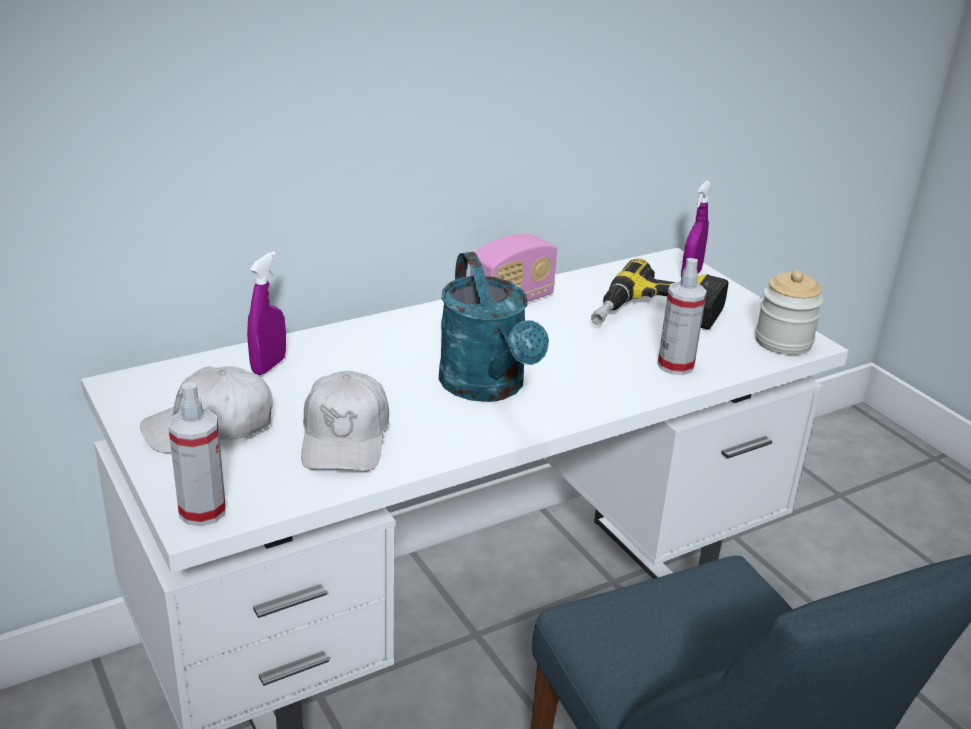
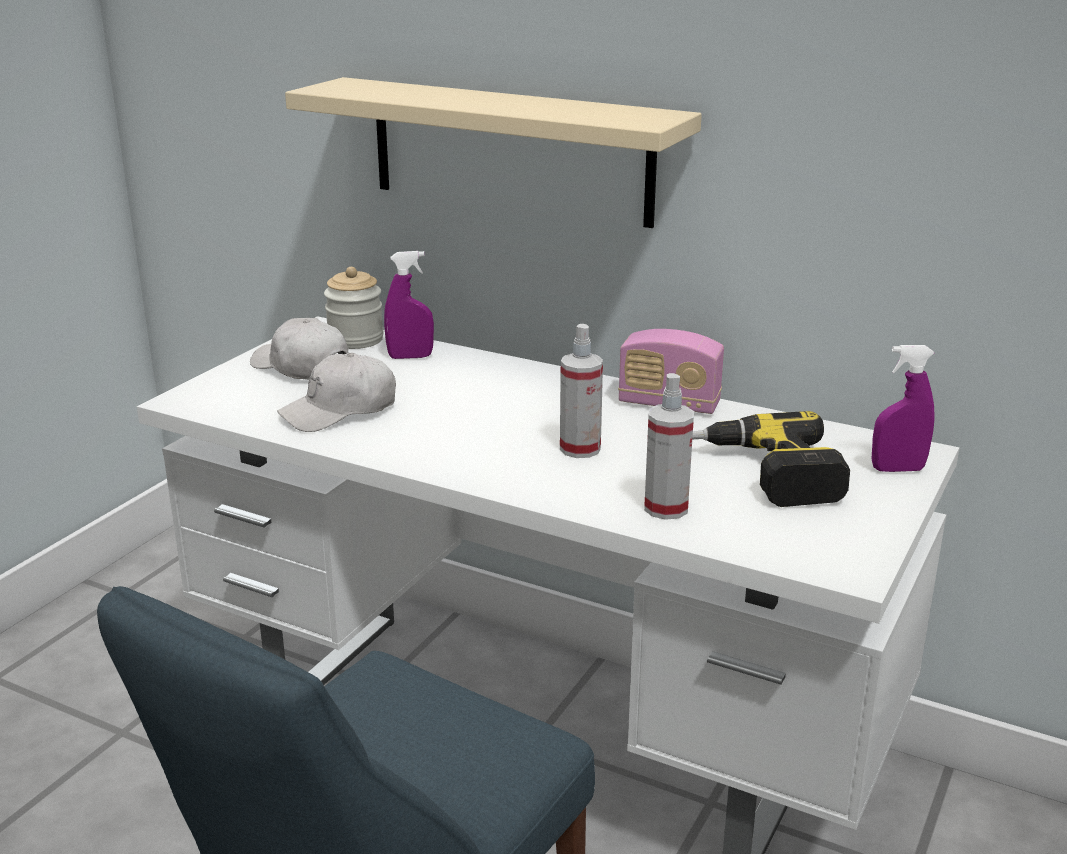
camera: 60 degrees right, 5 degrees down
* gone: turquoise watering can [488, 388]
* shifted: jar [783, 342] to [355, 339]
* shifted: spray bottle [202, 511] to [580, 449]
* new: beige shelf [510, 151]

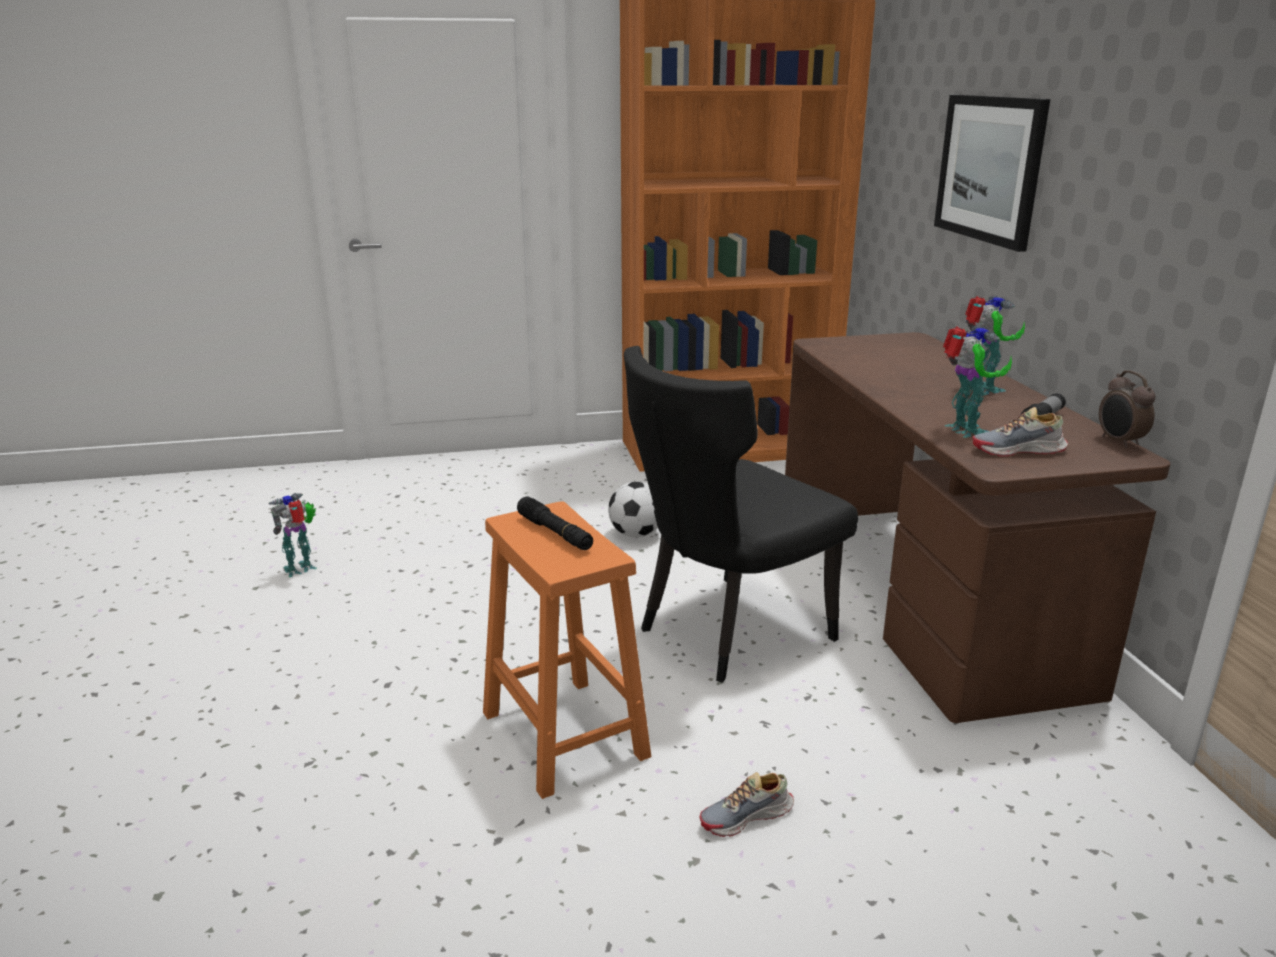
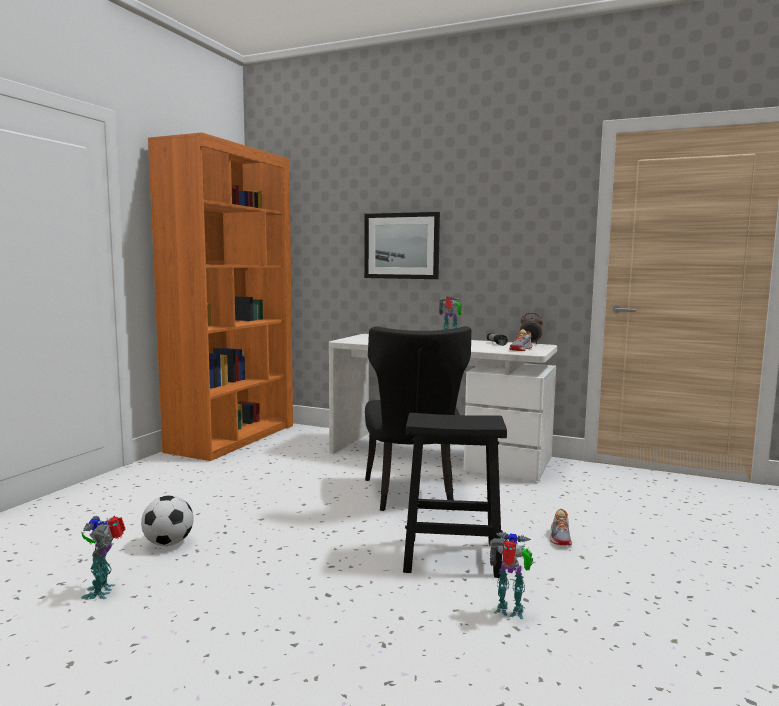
camera: 55 degrees left, 15 degrees down
* shifted: toy robot [964, 431] to [511, 612]
* repainted: brown desk [921, 595] to white desk [439, 455]
* shifted: football [636, 534] to [168, 543]
* gone: black flashlight [555, 533]
* repainted: orange stool [566, 736] to black stool [454, 556]

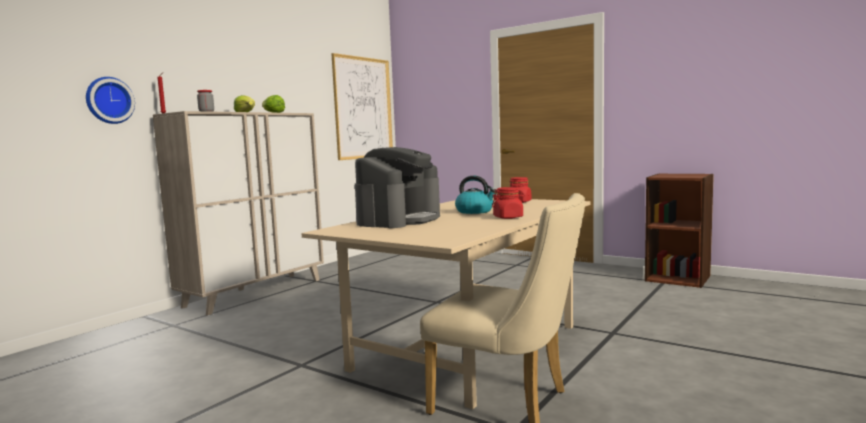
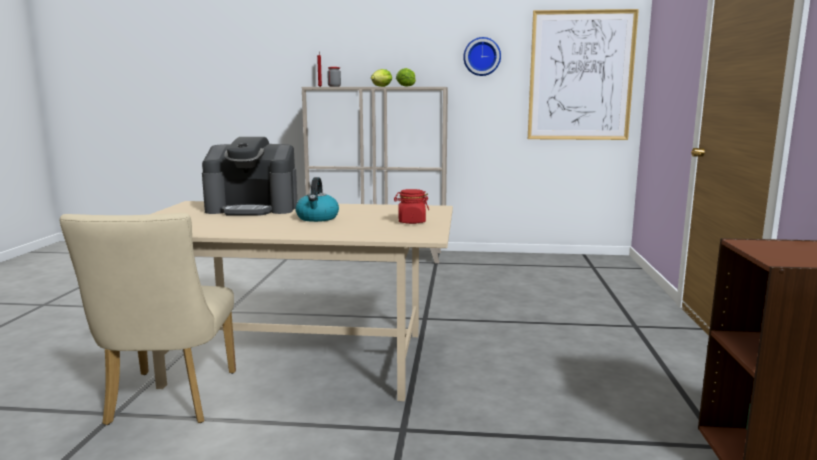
camera: 60 degrees right, 5 degrees up
* shifted: wall clock [109, 100] to [482, 56]
* gone: red jar [508, 217]

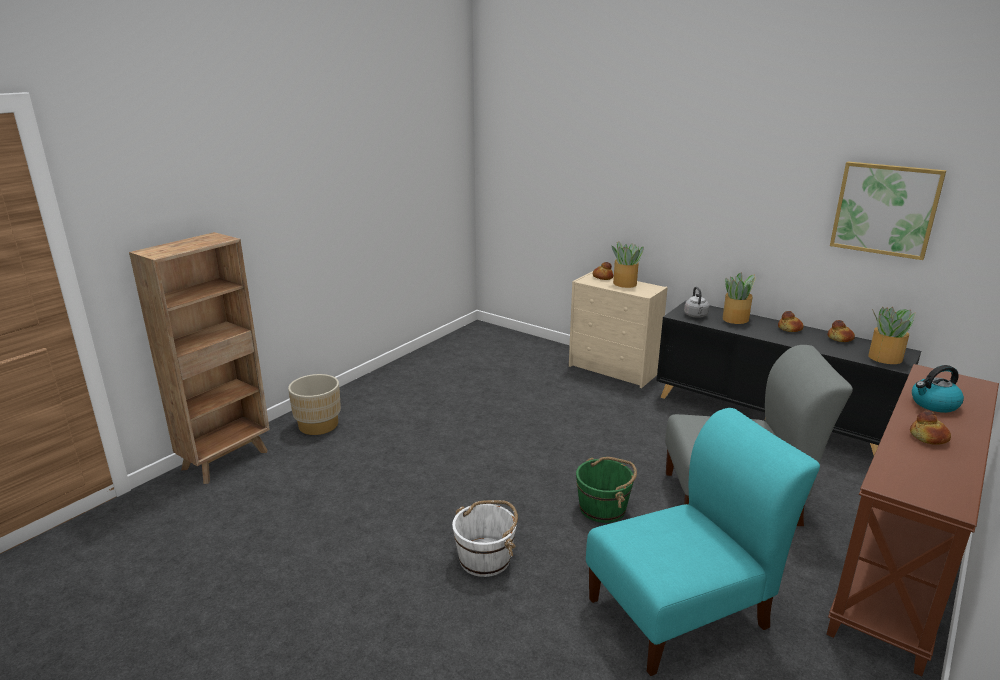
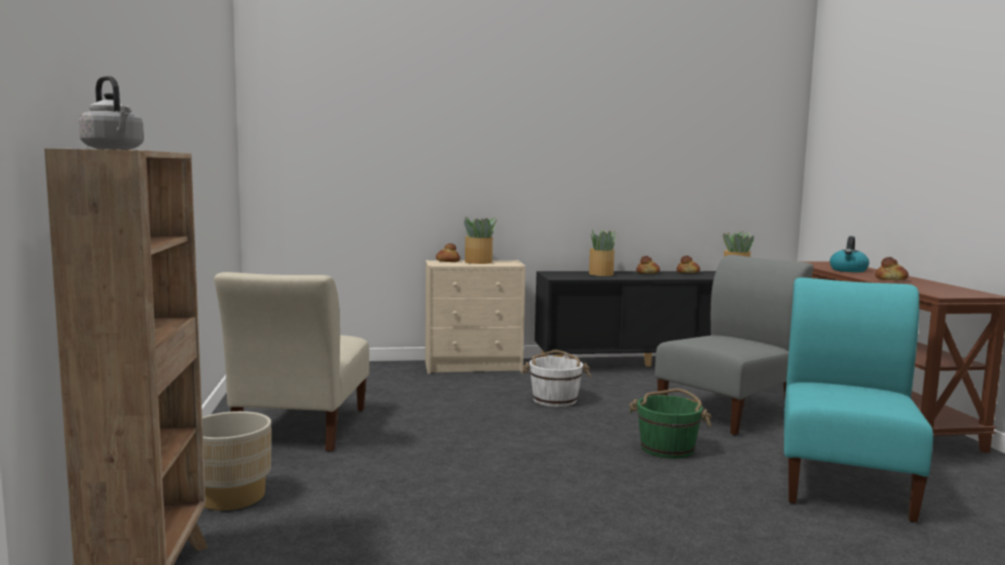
camera: 45 degrees left, 15 degrees down
* gone: picture [885, 209]
* shifted: grey kettle [696, 316] to [114, 149]
* shifted: white bucket [485, 558] to [555, 400]
* new: beige chair [300, 429]

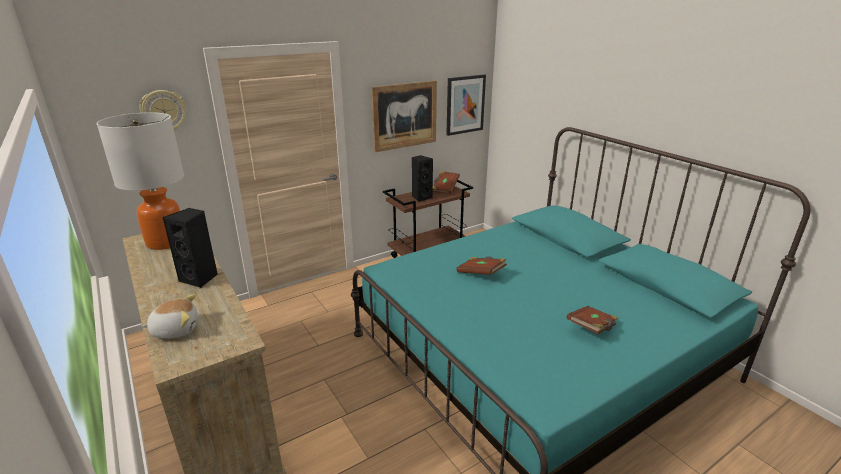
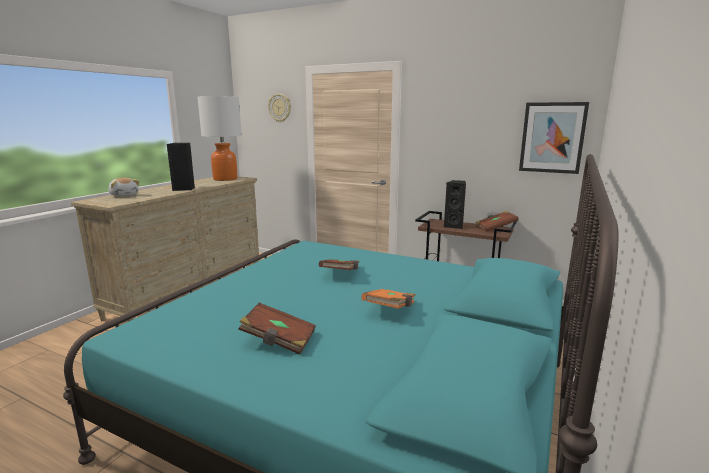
camera: 60 degrees right, 10 degrees down
* gone: picture [404, 115]
* new: orange book [390, 309]

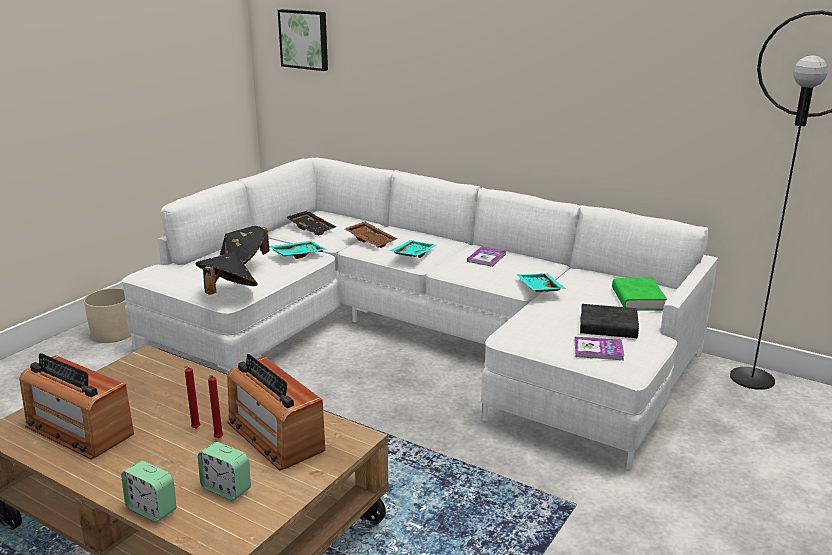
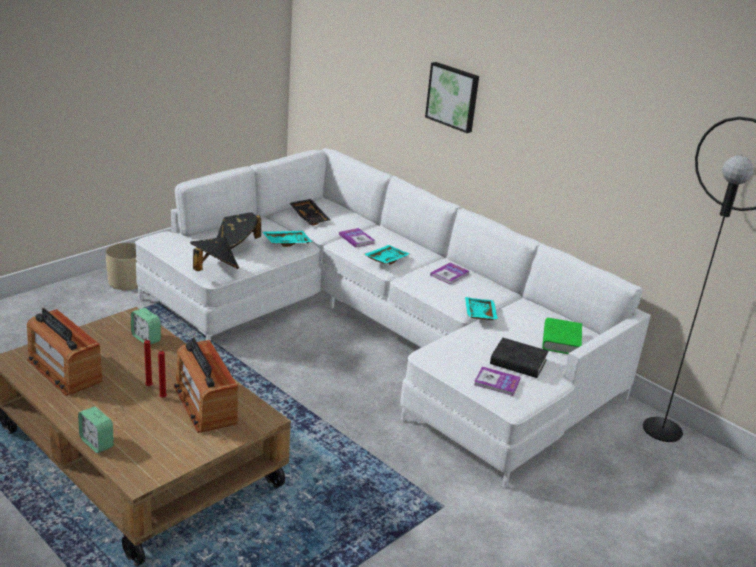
camera: 10 degrees right, 5 degrees up
* shifted: picture [305, 39] to [453, 96]
* swapped: brown tray [371, 240] to book [356, 239]
* shifted: alarm clock [226, 489] to [146, 338]

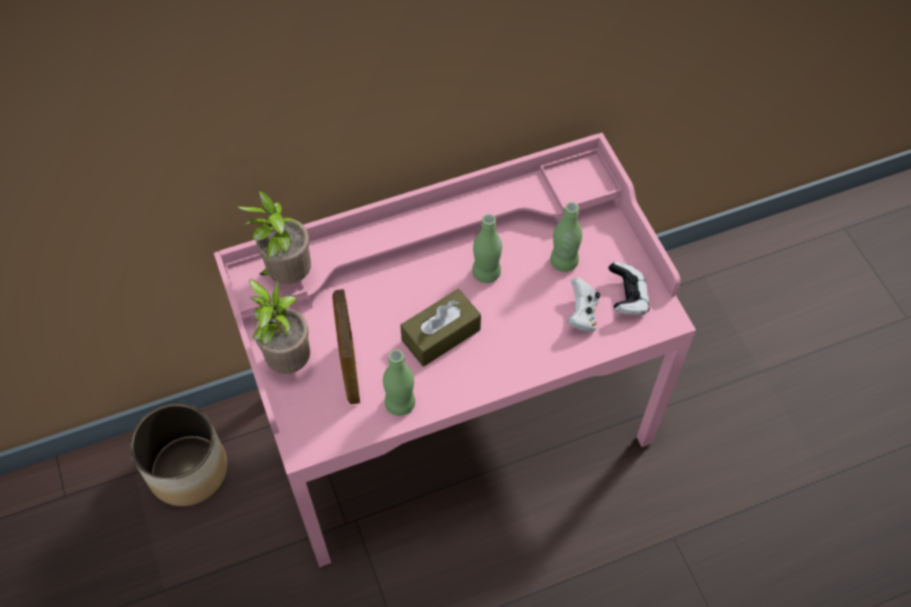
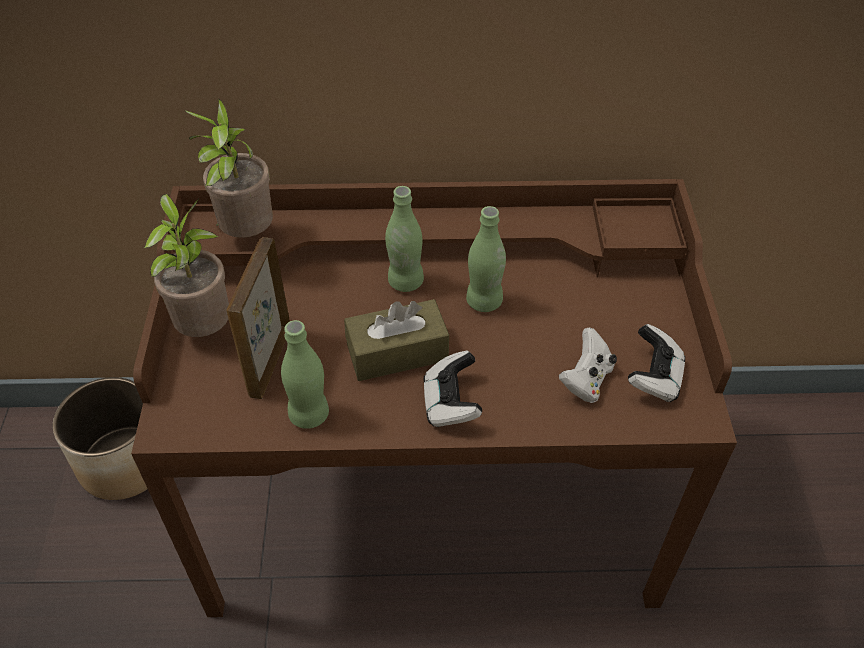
camera: 20 degrees right, 10 degrees down
* repainted: pink desk [454, 417] to brown desk [432, 499]
* shifted: green bottle [563, 262] to [405, 282]
* new: game controller [451, 403]

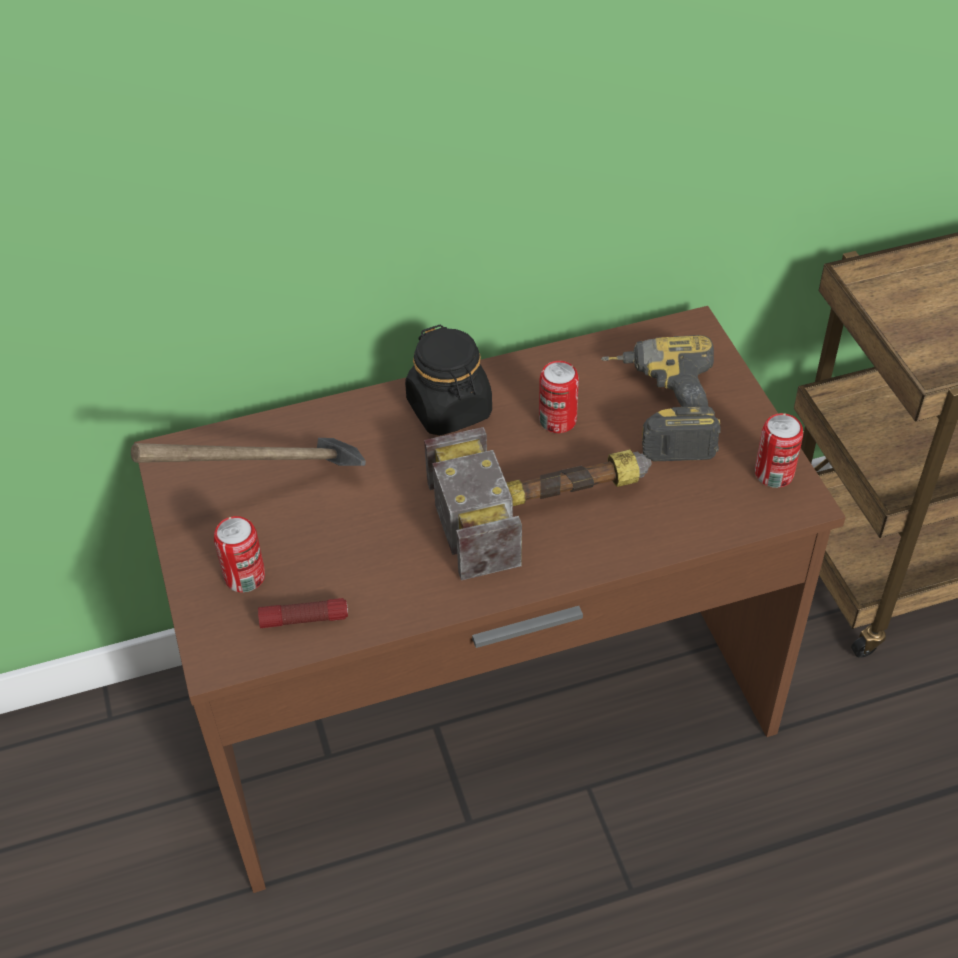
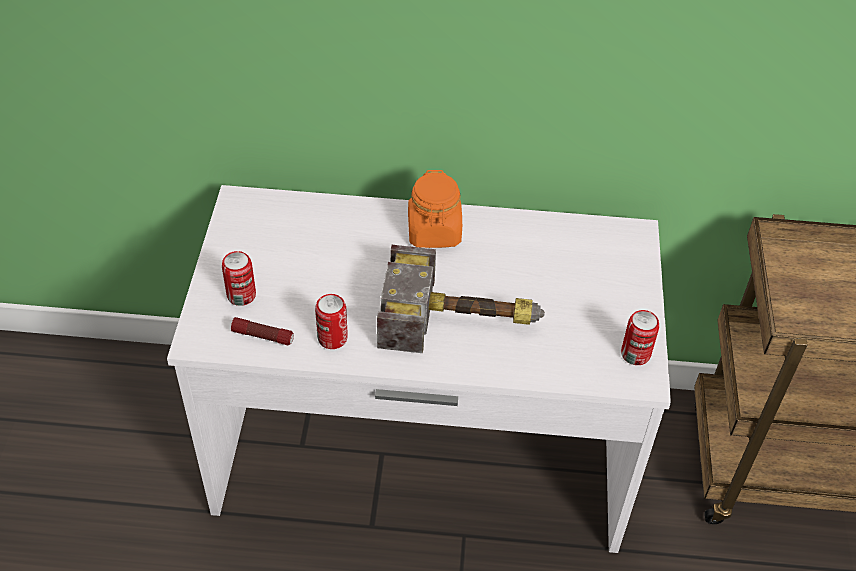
camera: 20 degrees right, 0 degrees up
* repainted: brown desk [486, 708] to white desk [421, 455]
* repainted: black jar [450, 409] to orange jar [434, 232]
* gone: power drill [658, 411]
* shifted: can [557, 420] to [332, 338]
* gone: hammer [270, 501]

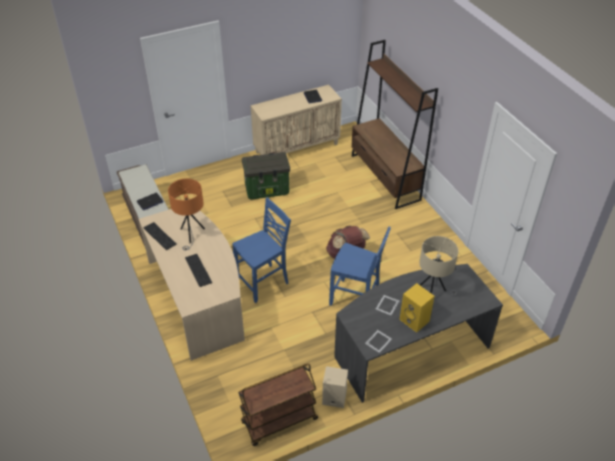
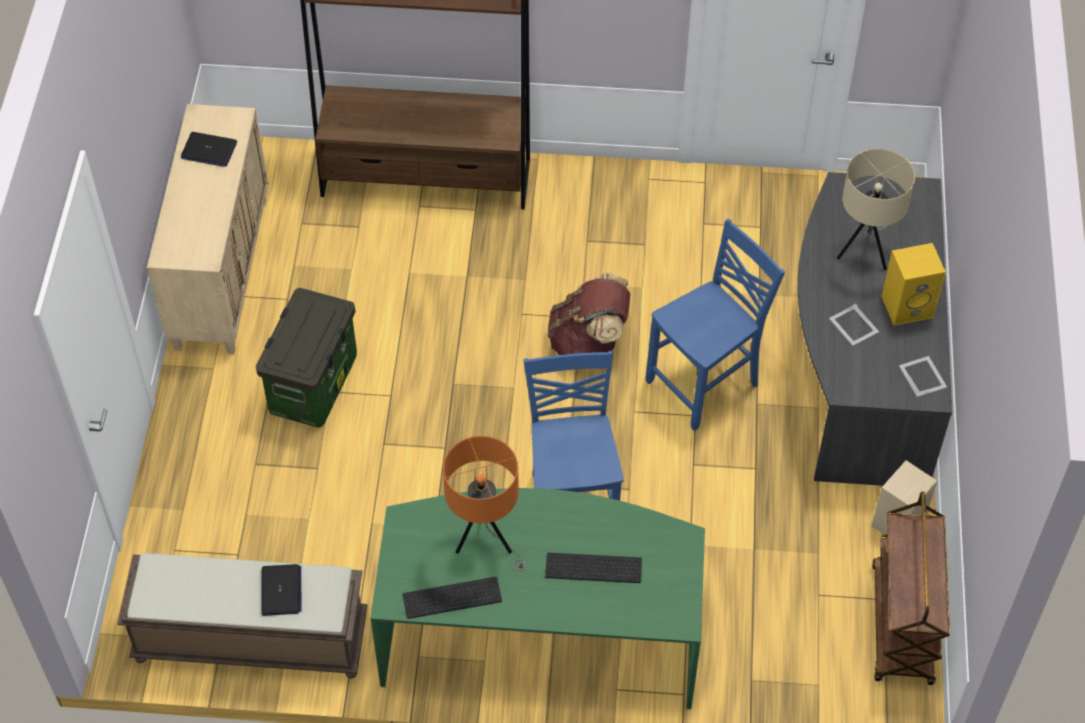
camera: 60 degrees left, 10 degrees up
* repainted: beige desk [198, 298] to green desk [541, 634]

